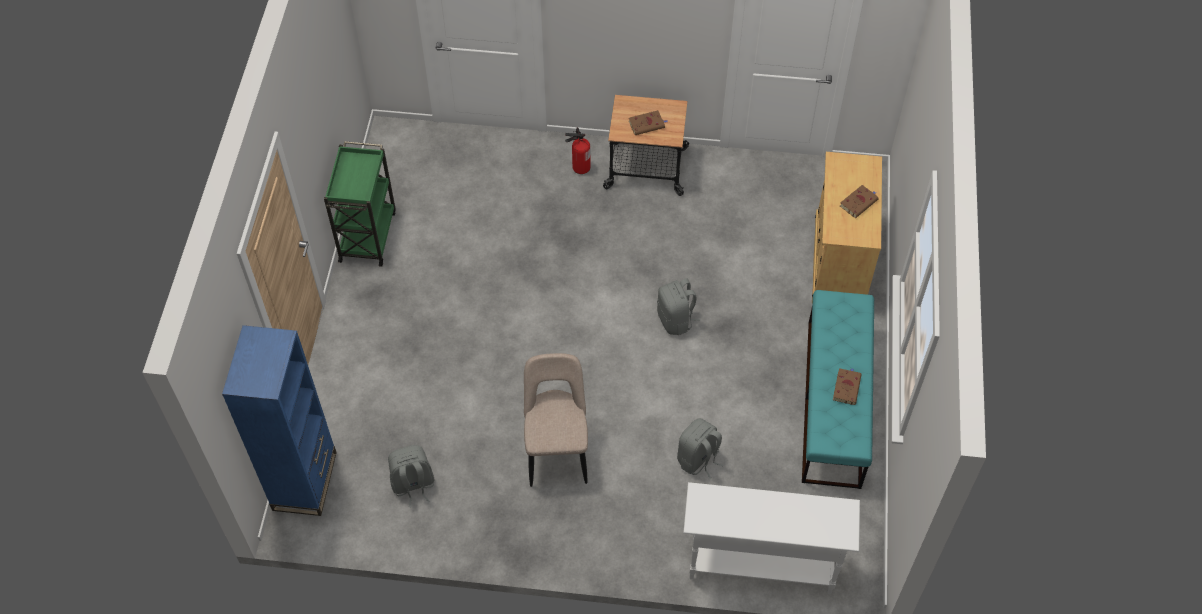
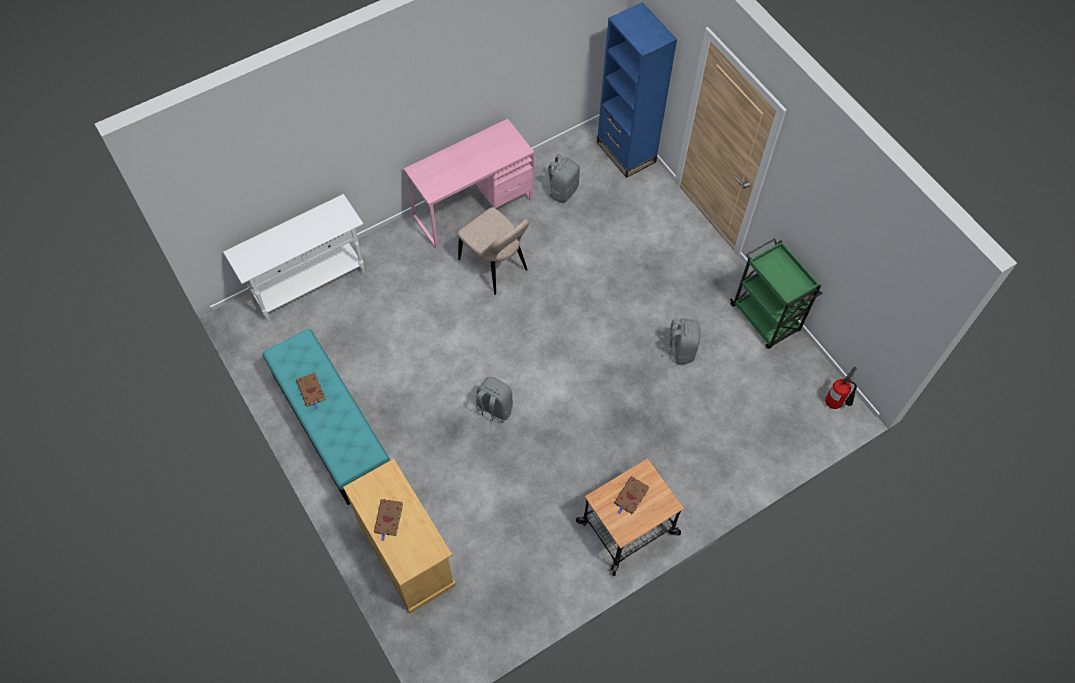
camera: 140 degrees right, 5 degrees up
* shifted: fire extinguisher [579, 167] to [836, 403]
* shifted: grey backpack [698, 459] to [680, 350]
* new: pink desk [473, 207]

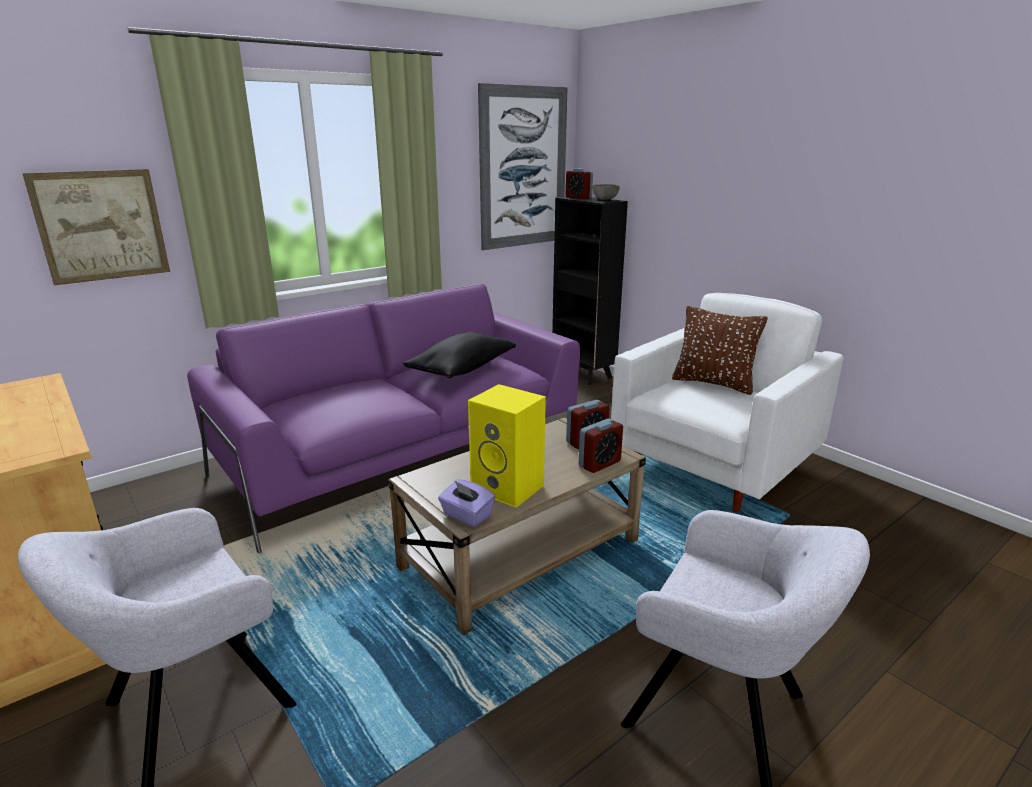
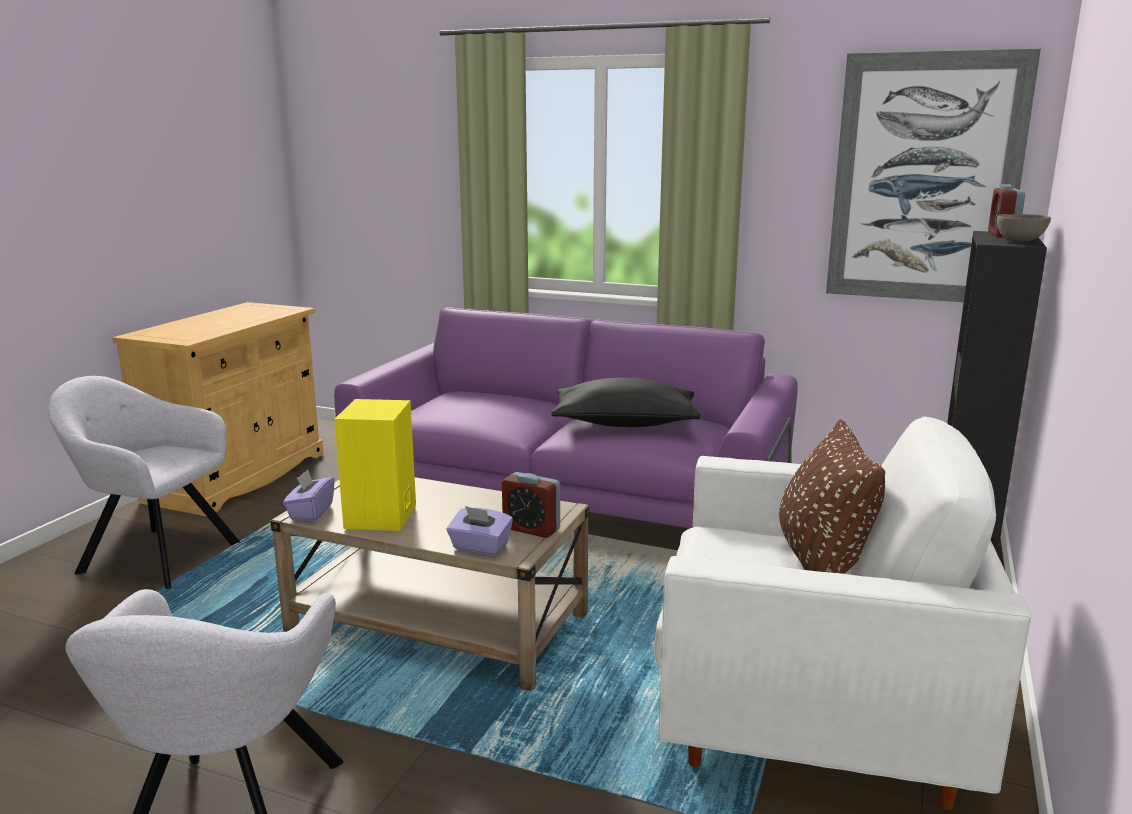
camera: 60 degrees right, 5 degrees down
* gone: picture [101, 226]
* swapped: alarm clock [599, 464] to purple tissue box [480, 547]

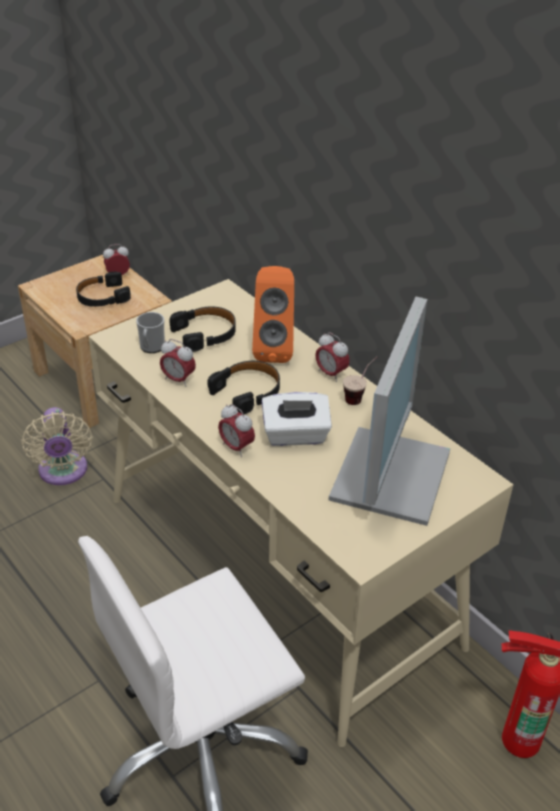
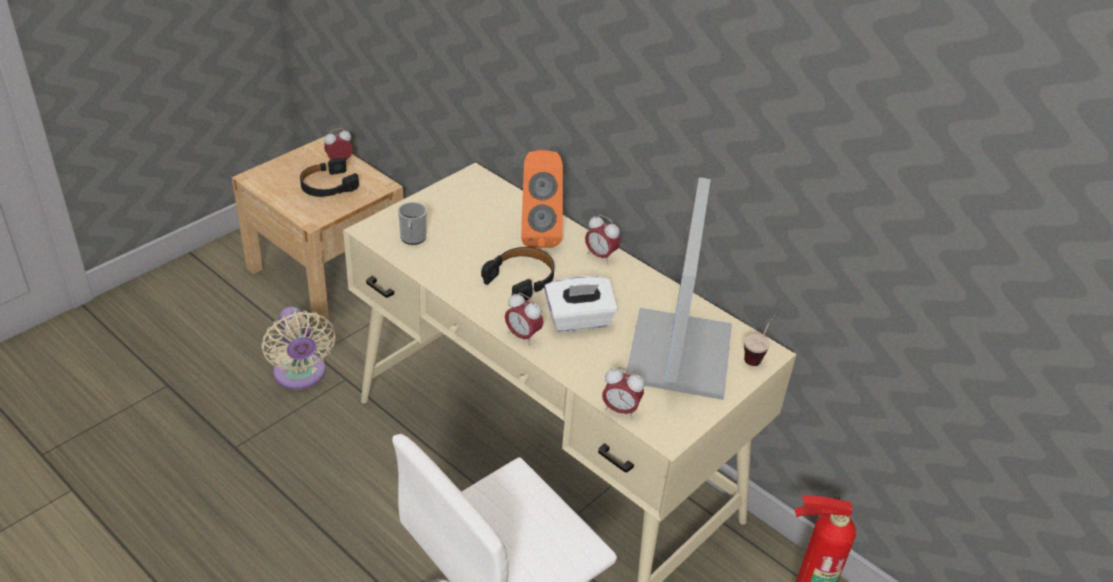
camera: 10 degrees left, 0 degrees up
* gone: black headphones [205, 334]
* shifted: alarm clock [178, 380] to [620, 410]
* shifted: cup [359, 396] to [757, 355]

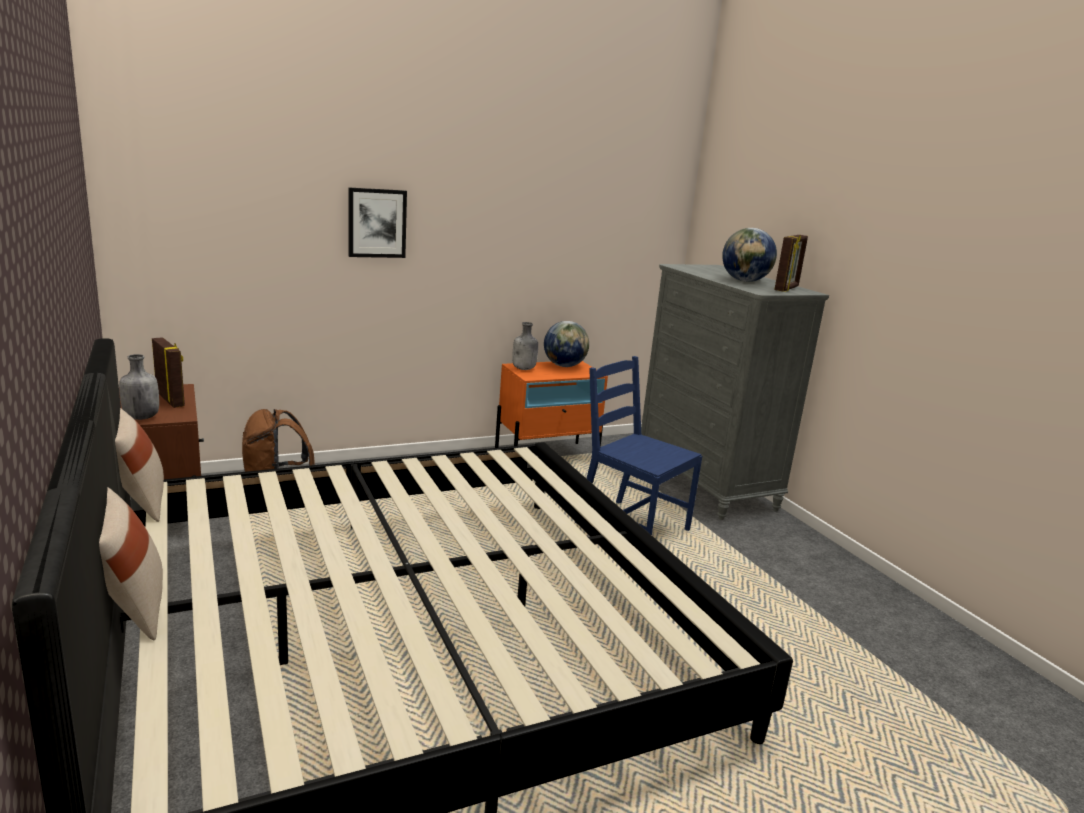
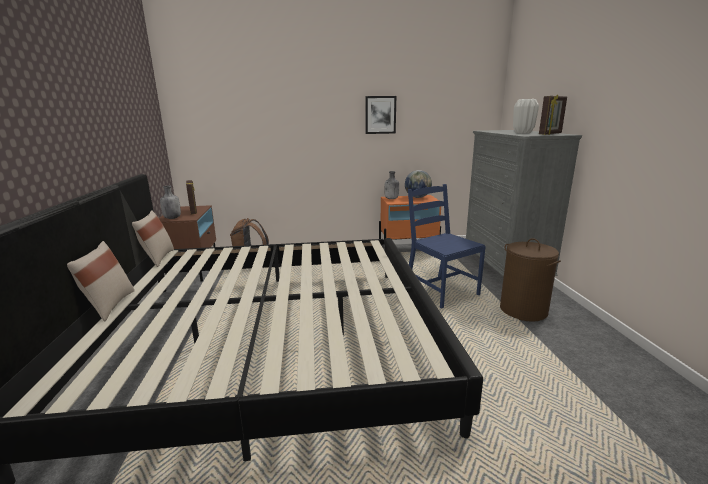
camera: 20 degrees right, 0 degrees up
* shifted: picture [377, 223] to [380, 115]
* swapped: globe [745, 281] to white vase [523, 133]
* new: brown laundry basket [523, 310]

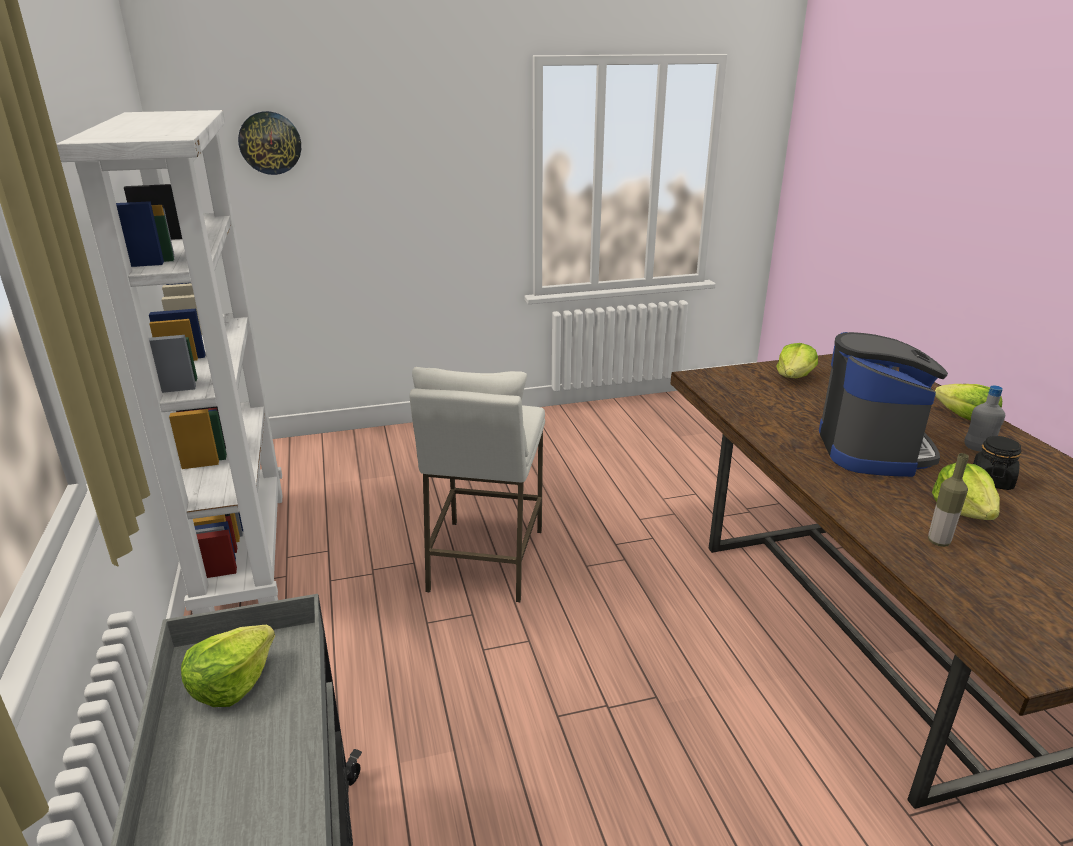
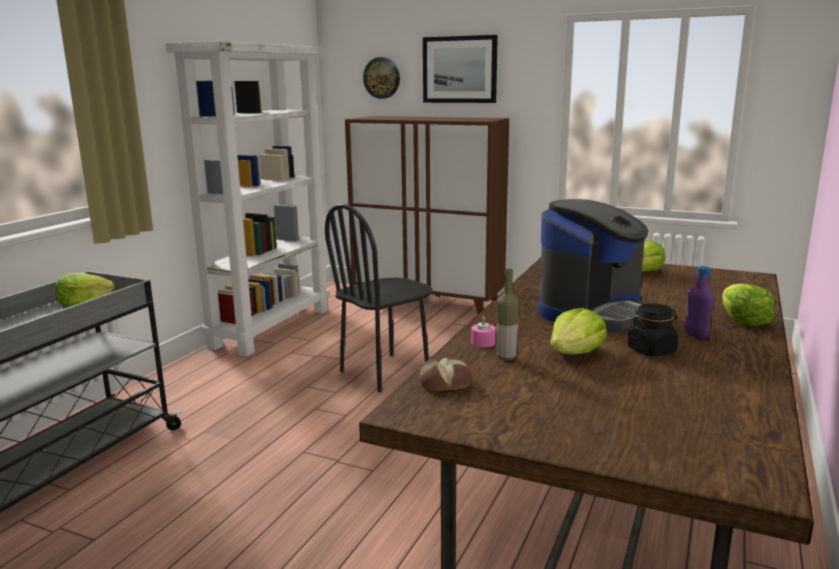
camera: 40 degrees right, 10 degrees down
* swapped: white stool [485, 560] to black chair [385, 372]
* repainted: grey bottle [978, 449] to purple bottle [696, 335]
* new: picture [459, 69]
* new: brown cabinet [428, 303]
* new: pink candle [483, 342]
* new: bread [444, 381]

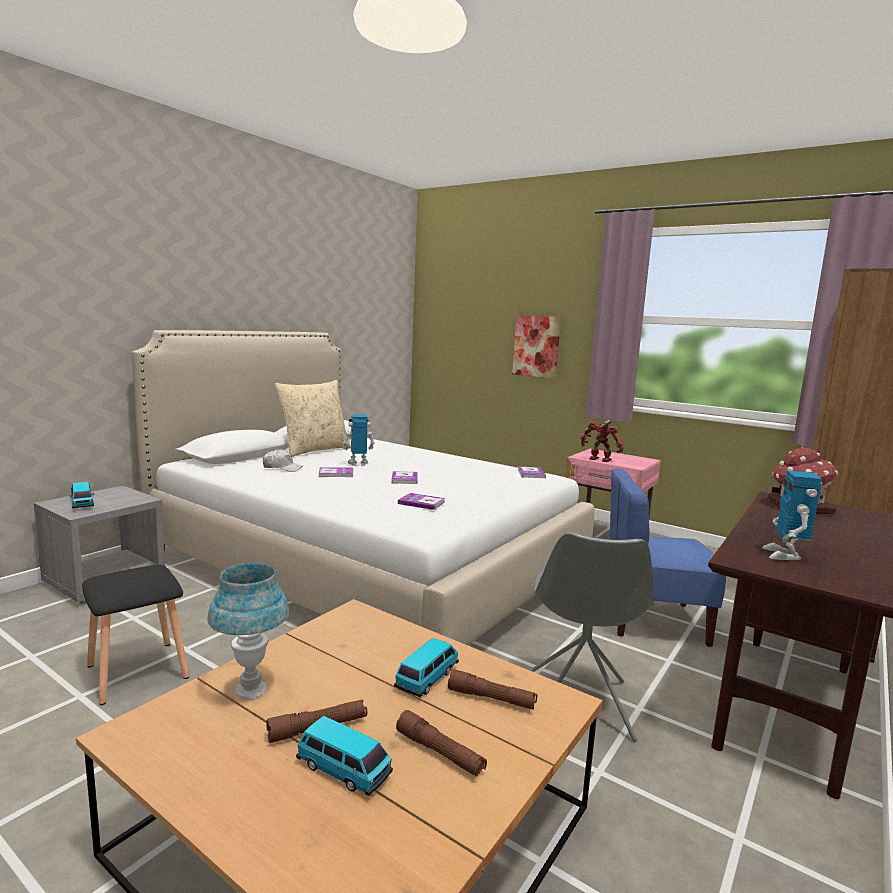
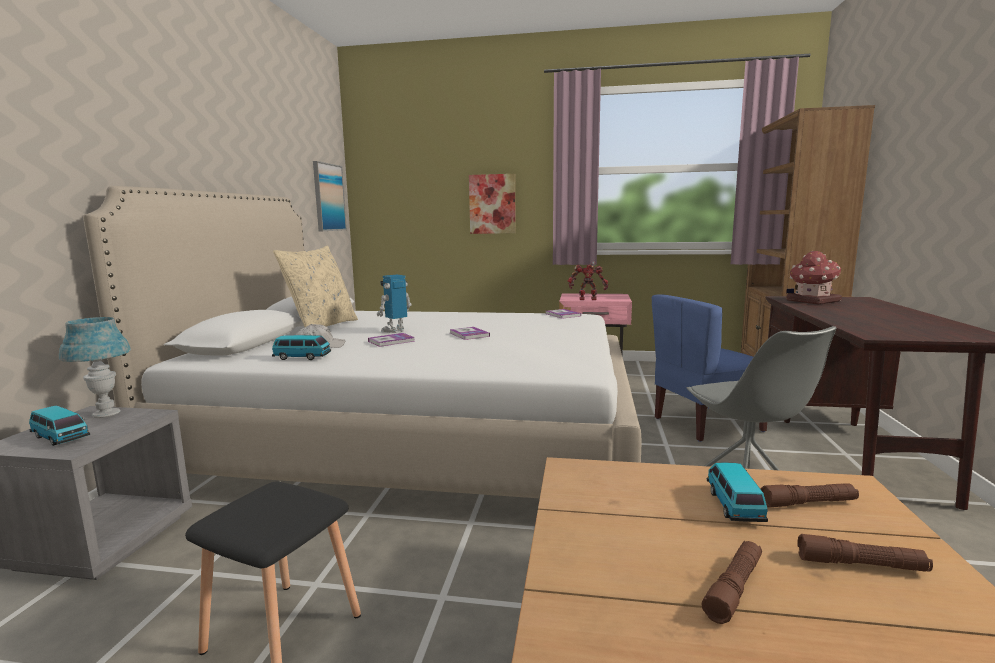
camera: 25 degrees left, 0 degrees up
* gone: toy robot [785, 555]
* gone: book [421, 502]
* shifted: blue table lamp [251, 690] to [106, 414]
* shifted: toy car [344, 770] to [302, 357]
* new: picture [328, 197]

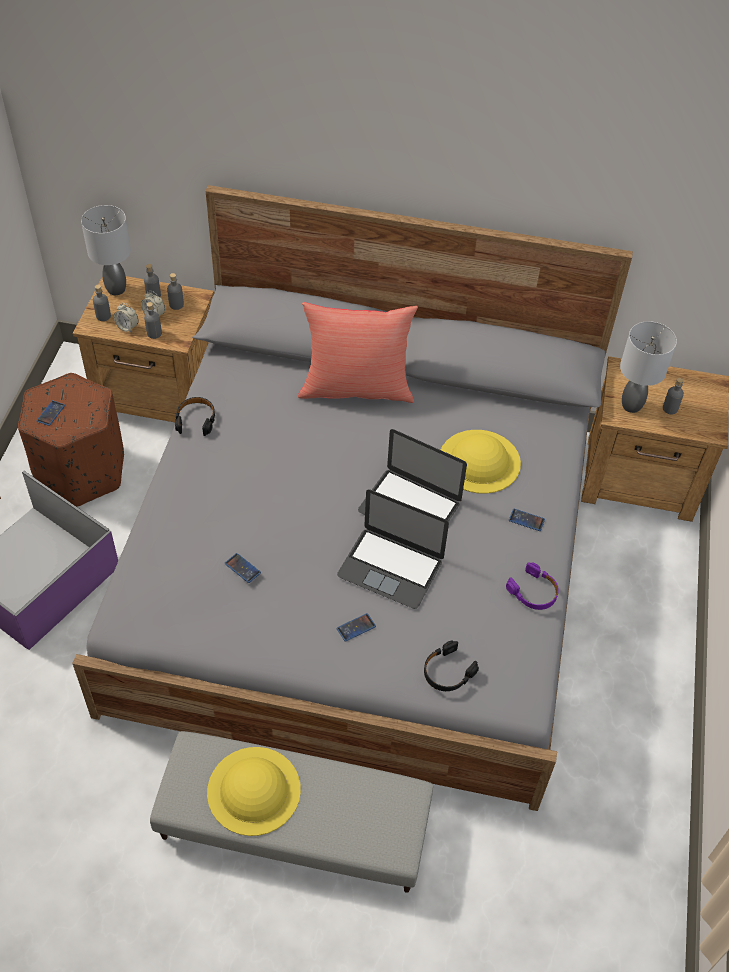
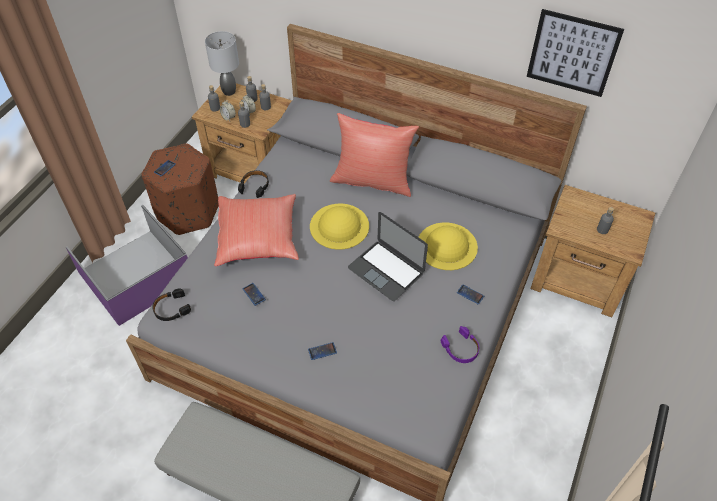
camera: 15 degrees right, 0 degrees up
* gone: grey table lamp [631, 406]
* gone: laptop [390, 567]
* shifted: black headphones [447, 672] to [171, 309]
* shifted: yellow hat [254, 790] to [339, 226]
* new: picture [572, 53]
* new: red pillow [259, 239]

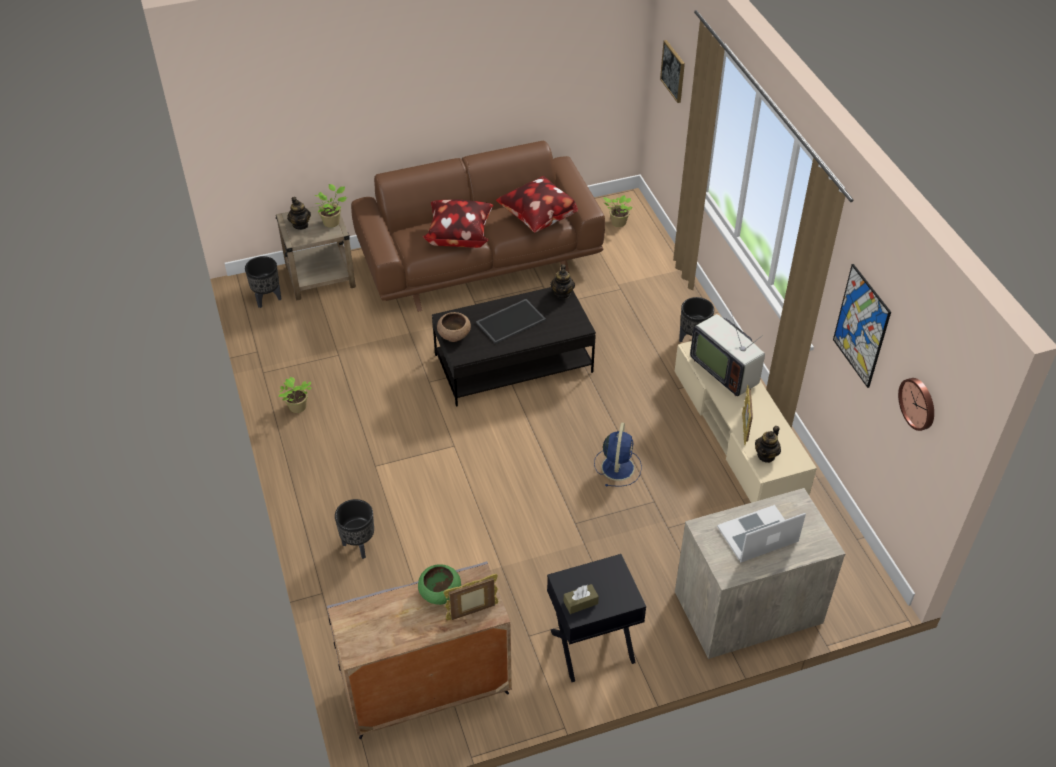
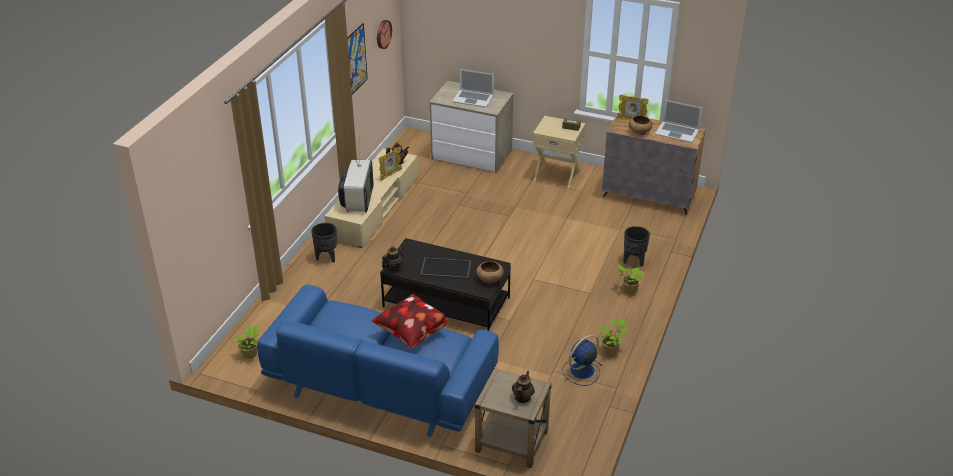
camera: 140 degrees left, 10 degrees down
* gone: picture [673, 71]
* repainted: brown sofa [480, 259] to blue sofa [380, 384]
* gone: pillow [537, 220]
* shifted: potted plant [332, 222] to [628, 290]
* gone: black planter [267, 299]
* shifted: blue fan [618, 466] to [581, 371]
* repainted: black nightstand [592, 647] to beige nightstand [557, 175]
* repainted: green bowl [440, 593] to brown bowl [640, 131]
* new: laptop [677, 132]

